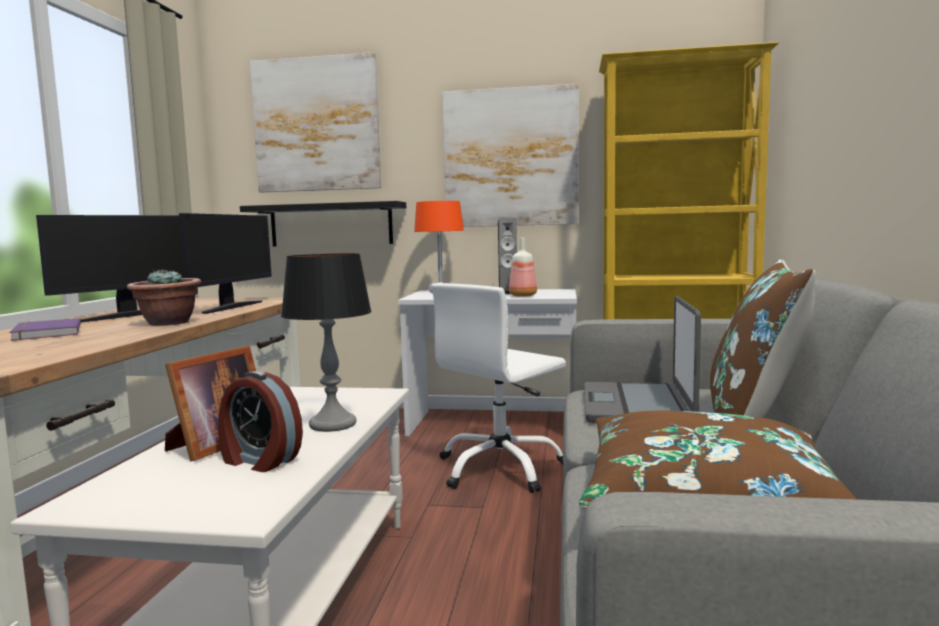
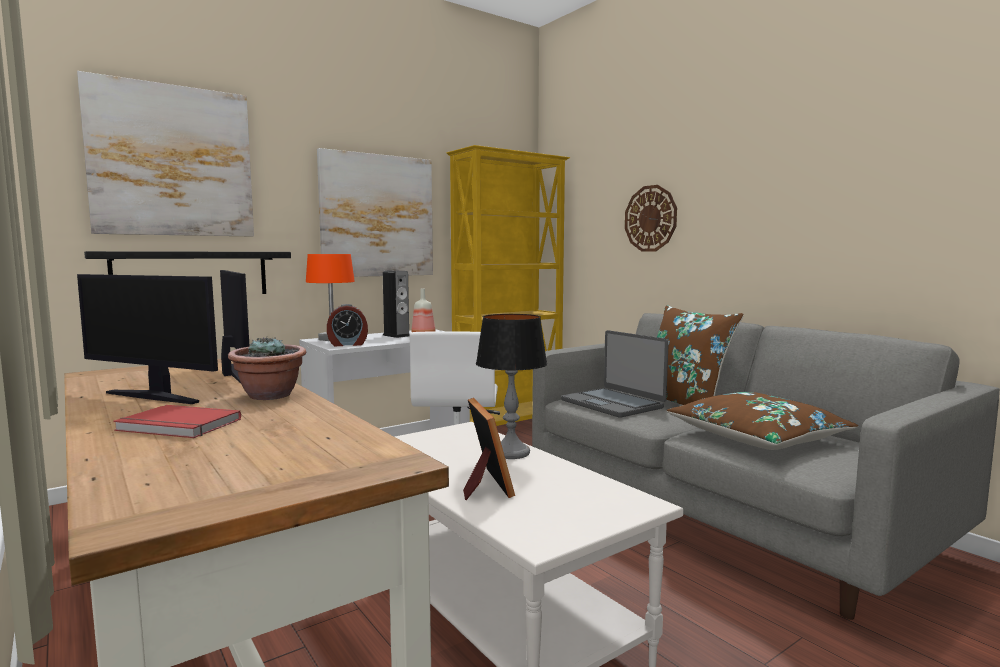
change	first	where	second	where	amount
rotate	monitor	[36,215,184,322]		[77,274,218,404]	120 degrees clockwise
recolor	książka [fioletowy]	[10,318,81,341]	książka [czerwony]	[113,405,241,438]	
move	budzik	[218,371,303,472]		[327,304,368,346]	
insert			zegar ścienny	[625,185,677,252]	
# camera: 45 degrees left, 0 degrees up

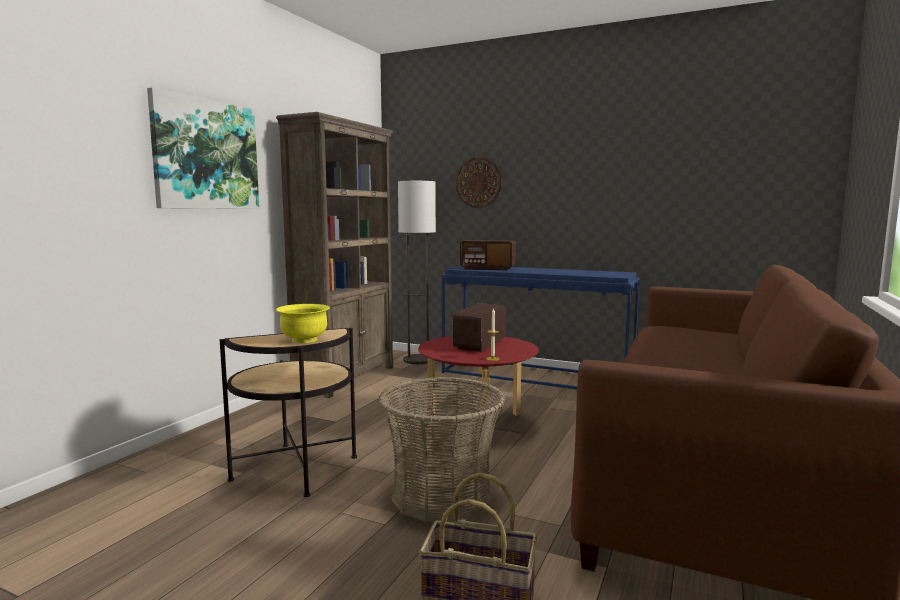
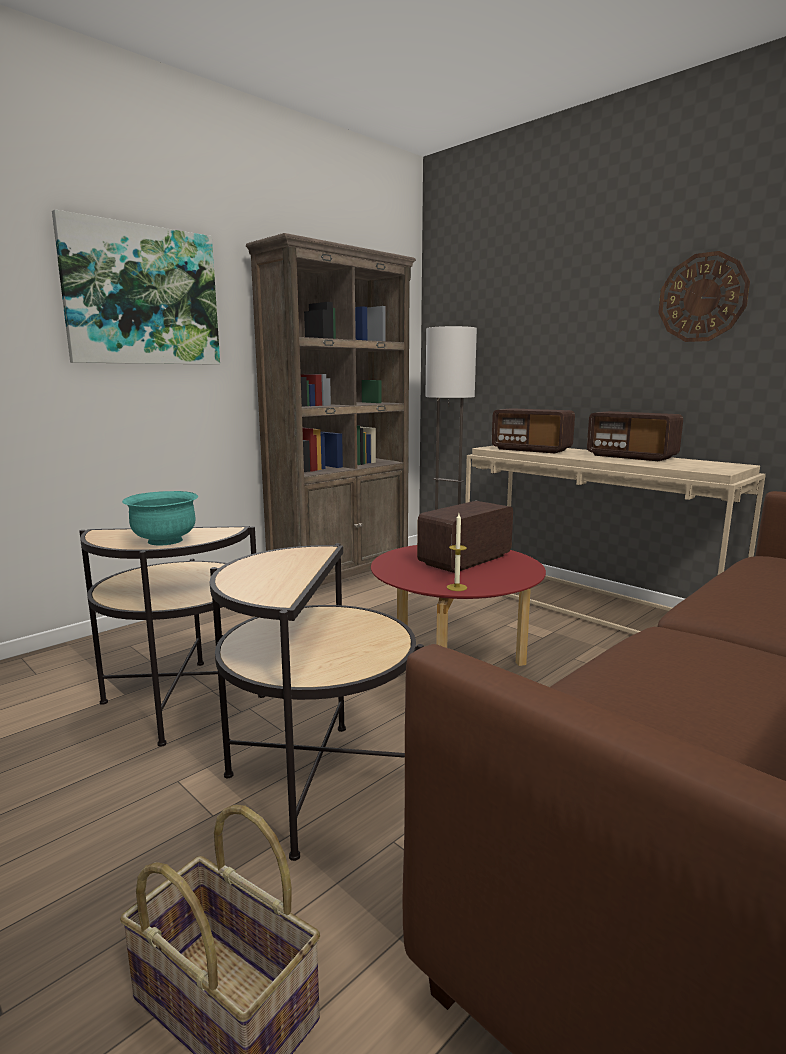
change	first	where	second	where	amount
recolor	miska [żółty]	[276,304,330,343]	miska [turkusowy]	[122,491,198,546]	
replace	koszyk	[379,377,506,522]	stolik	[210,543,424,861]	
recolor	stolik konsolowy [niebieski]	[442,266,639,389]	stolik konsolowy [beżowy]	[465,446,766,634]	
insert			radio	[587,411,683,461]	
move	zegar ścienny	[456,157,502,208]		[658,251,750,342]	
# camera: 20 degrees right, 5 degrees up

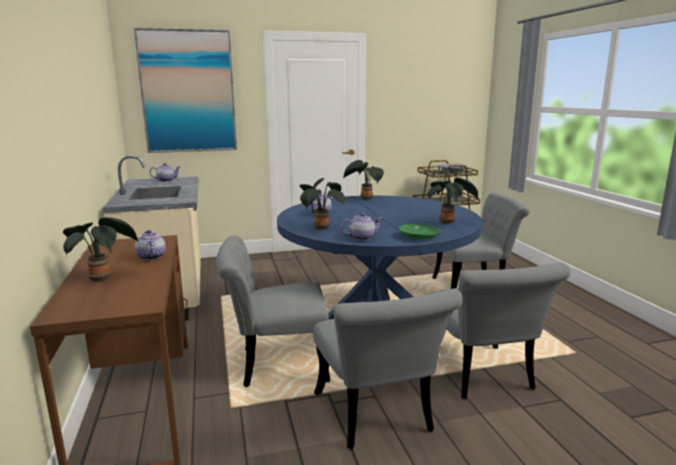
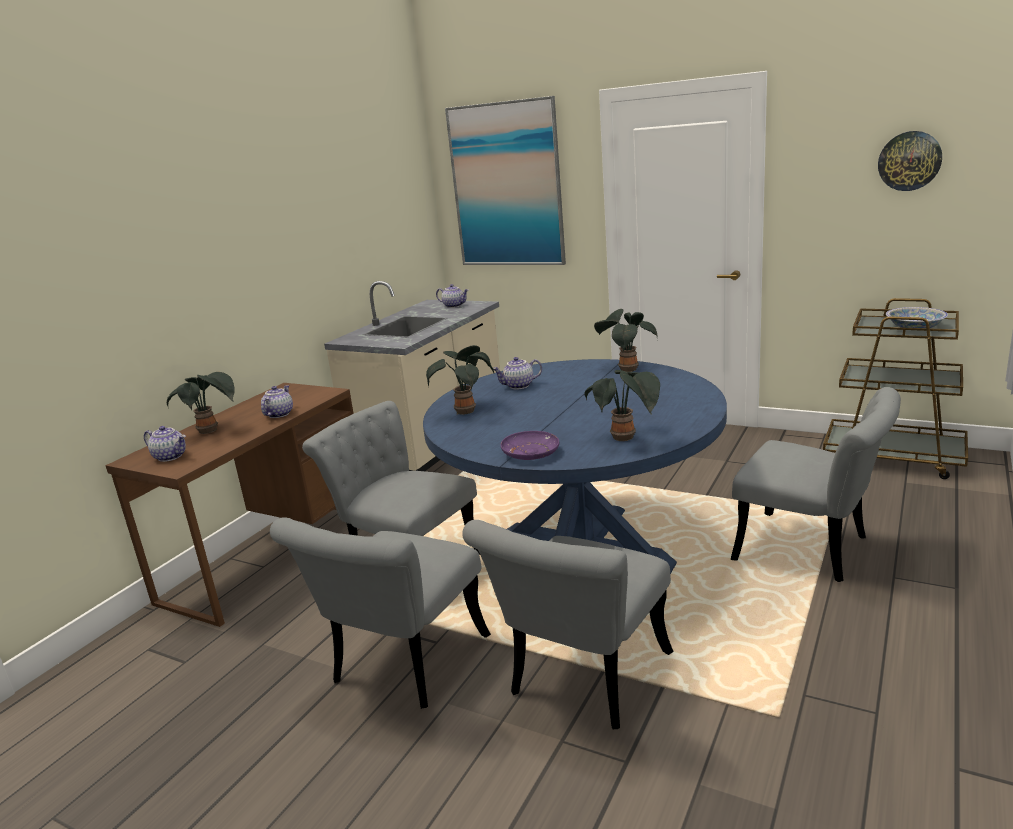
change	first	where	second	where	amount
move	imbryk	[341,213,382,241]		[144,426,186,462]	
recolor	talerz [zielony]	[399,224,440,239]	talerz [fioletowy]	[500,431,560,460]	
insert			zegar ścienny	[878,131,942,191]	
# camera: 45 degrees right, 5 degrees up

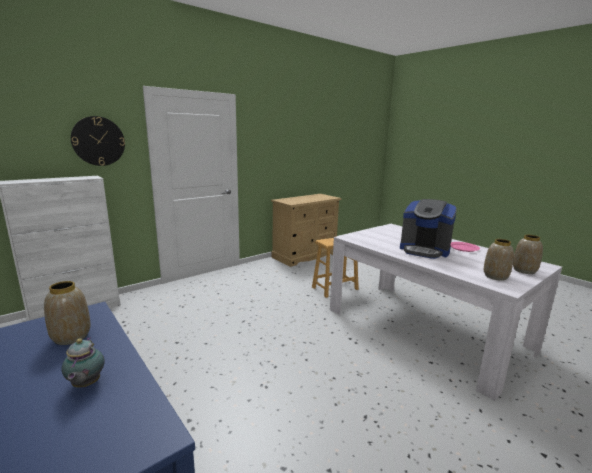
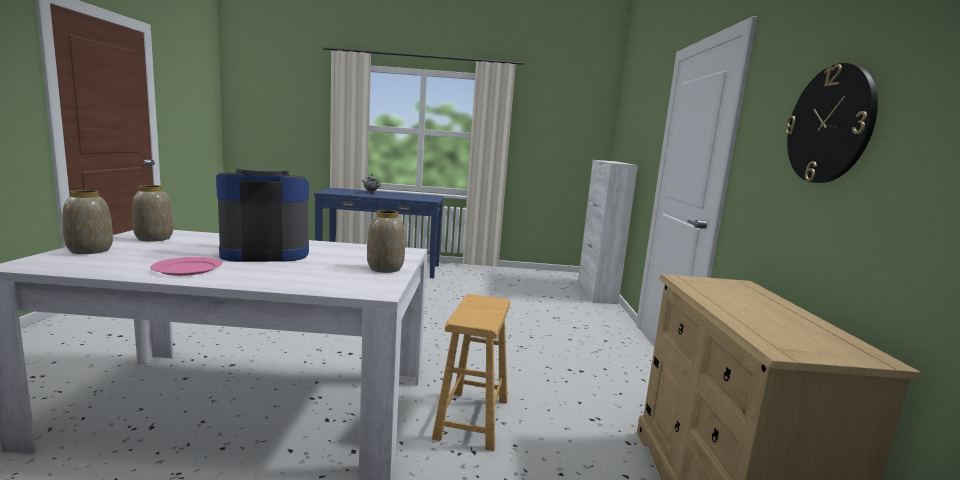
change	first	where	second	where	amount
move	wazon	[44,281,91,345]		[367,210,405,273]	
move	zegar ścienny	[71,116,125,166]		[785,63,878,183]	
# camera: 130 degrees right, 5 degrees down

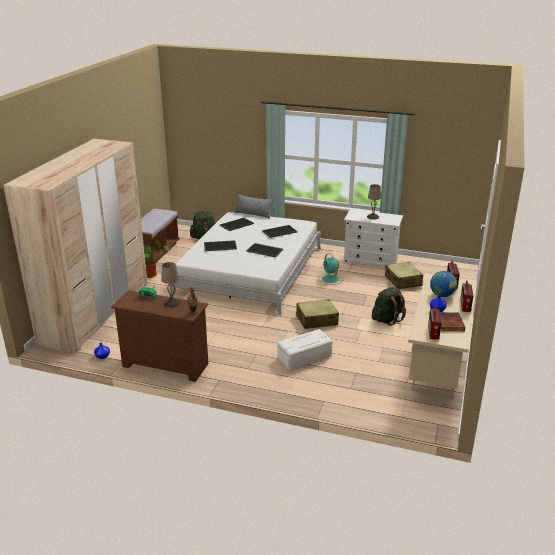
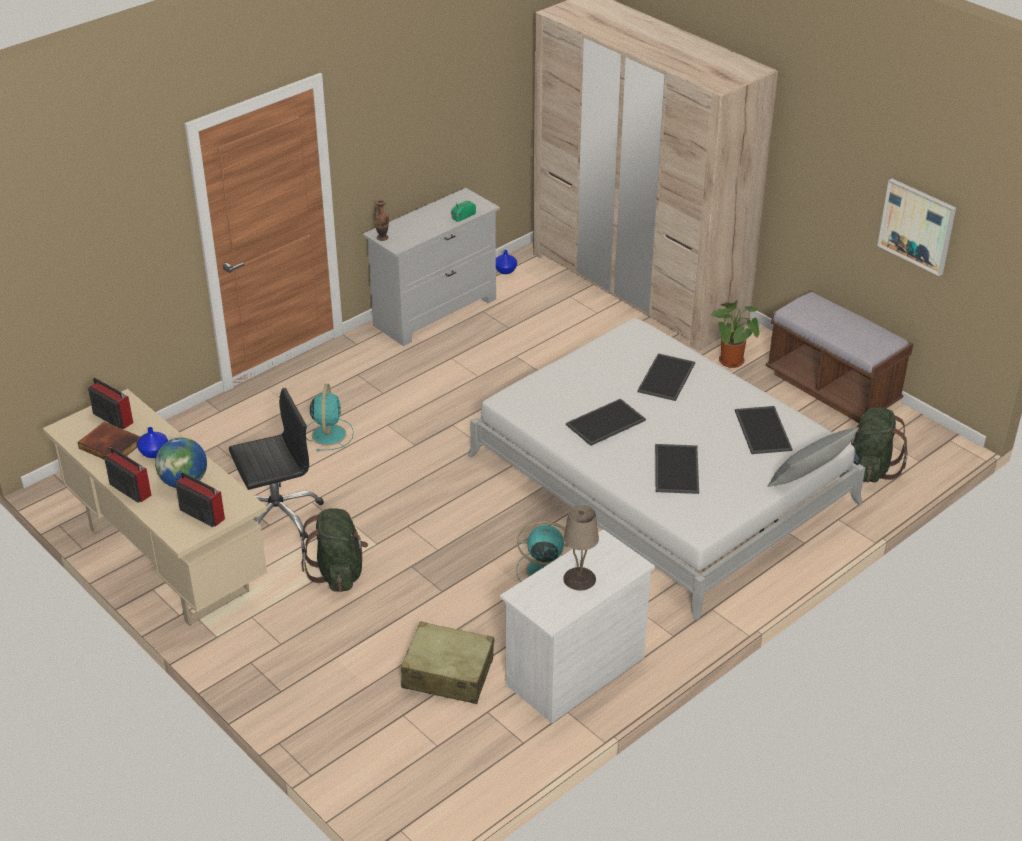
change	first	where	second	where	amount
insert			krzesło biurowe [czarny]	[229,388,324,539]	
replace	pojemnik do przechowywania [biały]	[277,329,333,370]	wentylator [turkusowy]	[306,384,354,451]	
recolor	komoda [brązowy]	[111,290,208,382]	komoda [biały]	[363,188,500,346]	
insert			obraz	[877,179,956,276]	
delete	lampa stołowa [beżowy]	[161,262,180,308]			
delete	walizka [beżowy]	[296,299,339,329]			
# camera: 120 degrees right, 10 degrees up

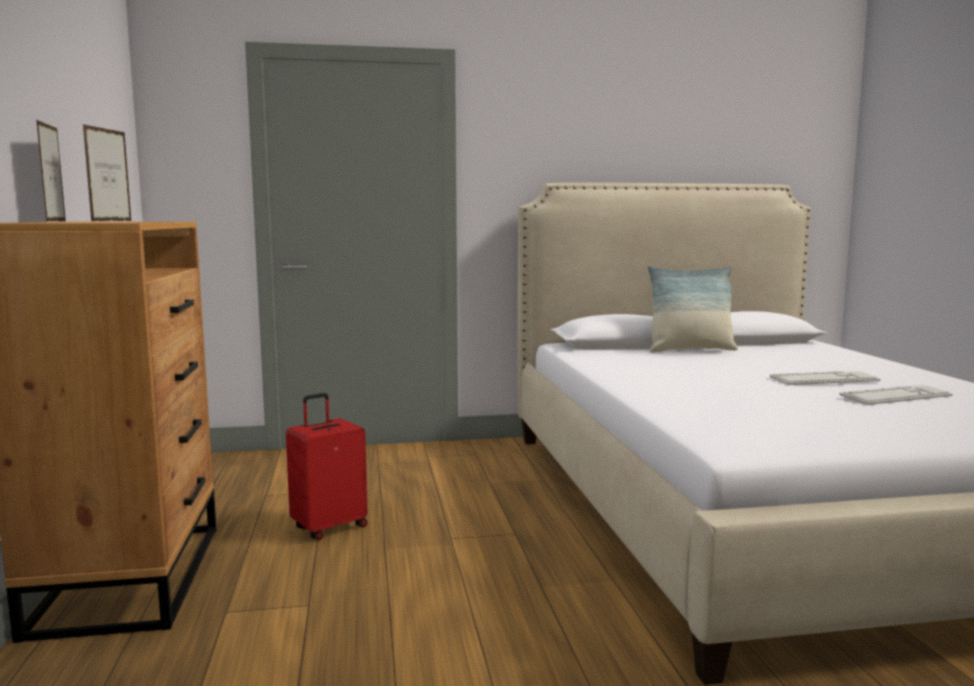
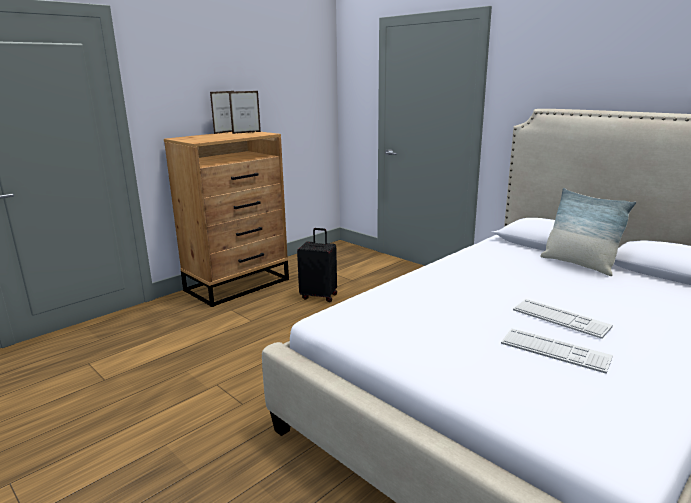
change	first	where	second	where	amount
recolor	walizka [czerwony]	[286,393,368,540]	walizka [czarny]	[297,228,337,302]	
# camera: 55 degrees right, 10 degrees up

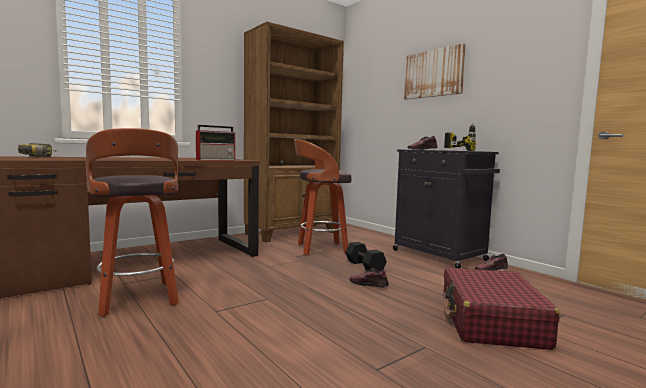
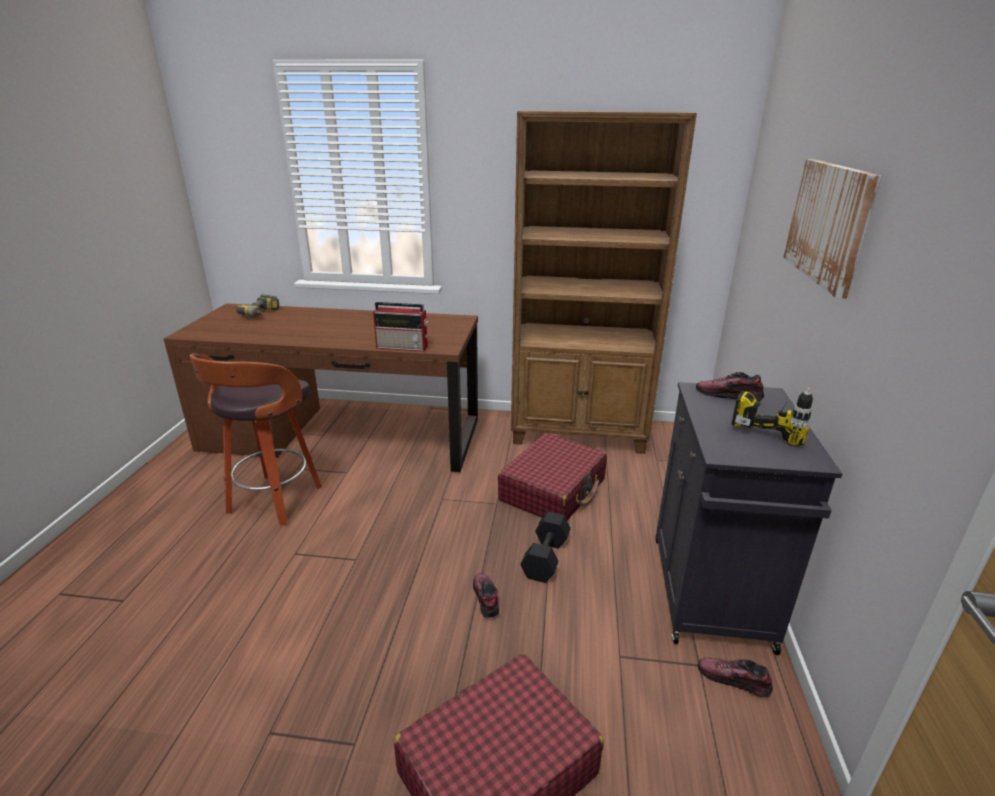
change	first	where	second	where	amount
replace	stołek	[294,139,351,256]	walizka [czerwony]	[498,433,607,521]	
# camera: 45 degrees right, 20 degrees up

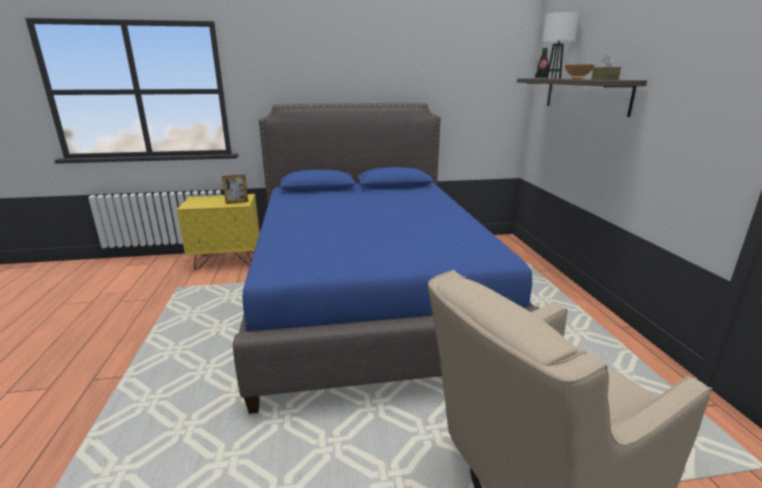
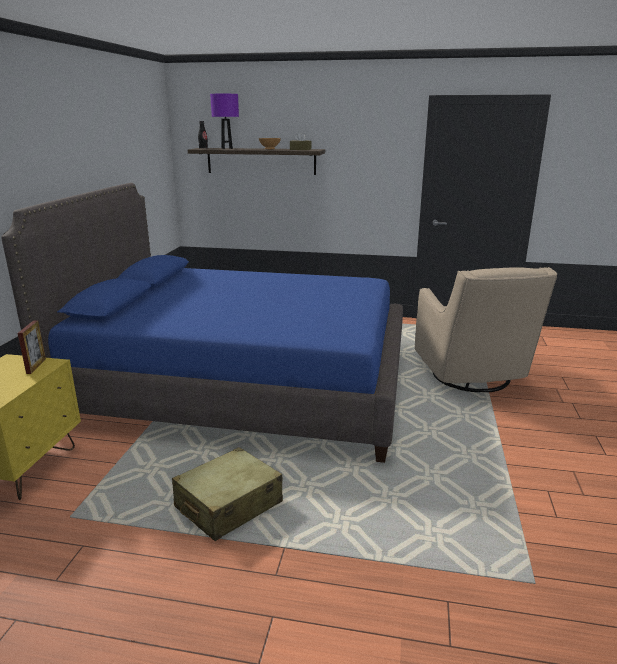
change	first	where	second	where	amount
insert			walizka [beżowy]	[172,447,283,541]	
recolor	lampa stołowa [biały]	[542,12,580,79]	lampa stołowa [fioletowy]	[210,94,239,149]	
# camera: 70 degrees left, 0 degrees up

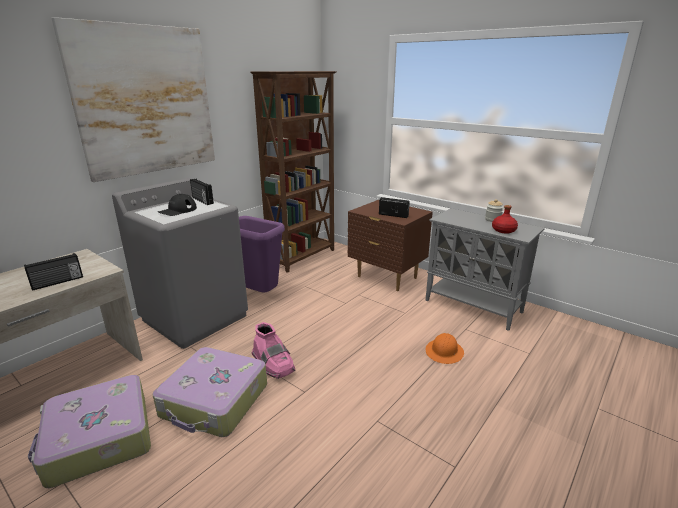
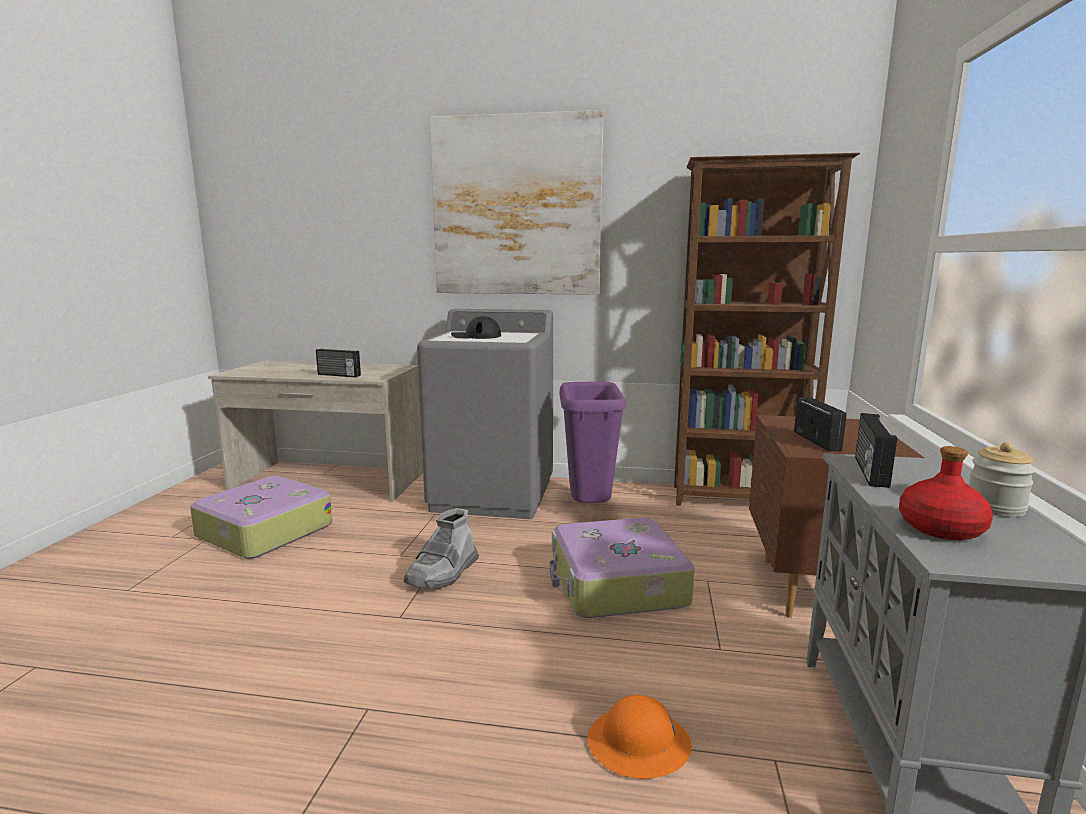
change	first	where	second	where	amount
recolor	but z cholewką [różowy]	[252,322,296,379]	but z cholewką [szary]	[404,508,479,589]	
move	walizka	[153,347,267,437]		[550,518,694,618]	
move	radio	[190,179,214,205]		[855,413,897,488]	
# camera: 60 degrees right, 10 degrees down

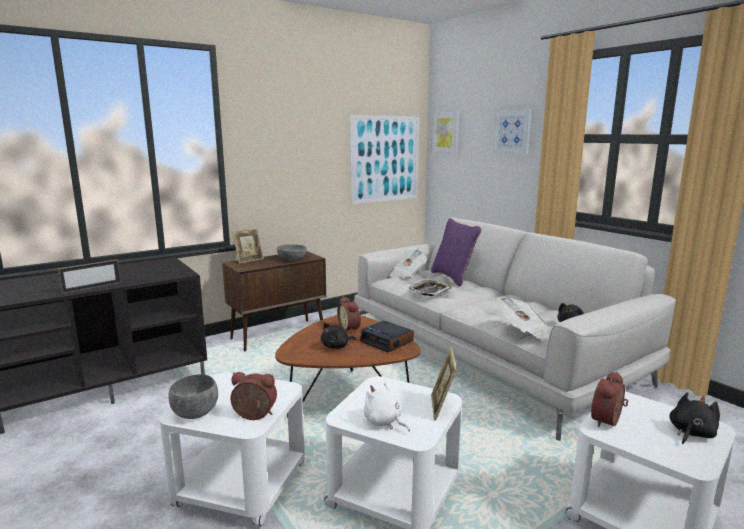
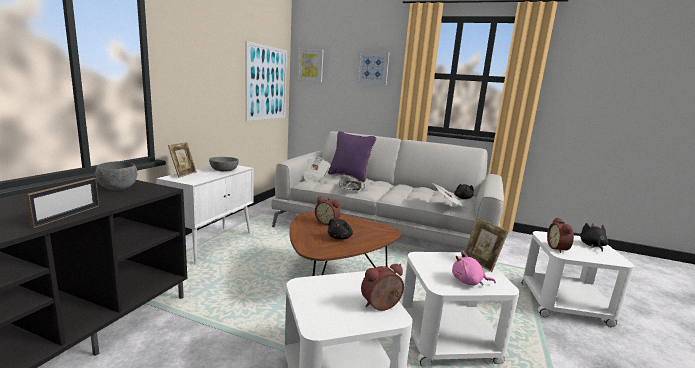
change	first	where	second	where	amount
move	miska [szary]	[168,374,218,419]		[95,161,137,190]	
recolor	szafka [brązowy]	[222,251,326,351]	szafka [biały]	[157,165,254,265]	
recolor	pluszak [biały]	[364,382,410,432]	pluszak [różowy]	[452,251,496,286]	
delete	budzik	[360,321,414,352]			
# camera: 35 degrees left, 0 degrees up

